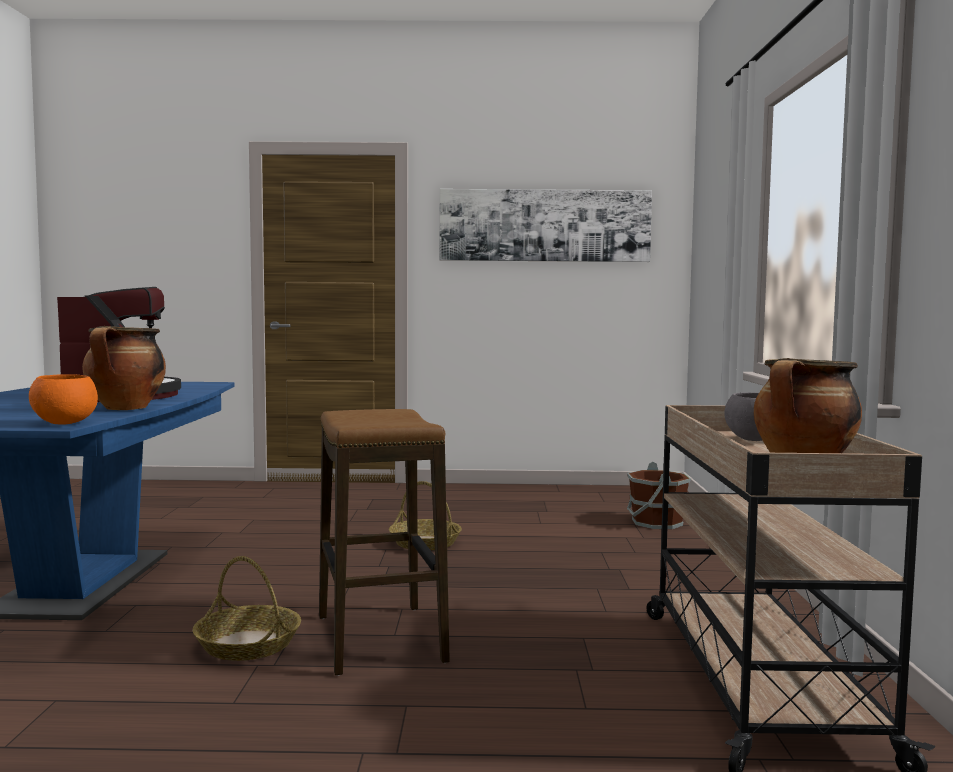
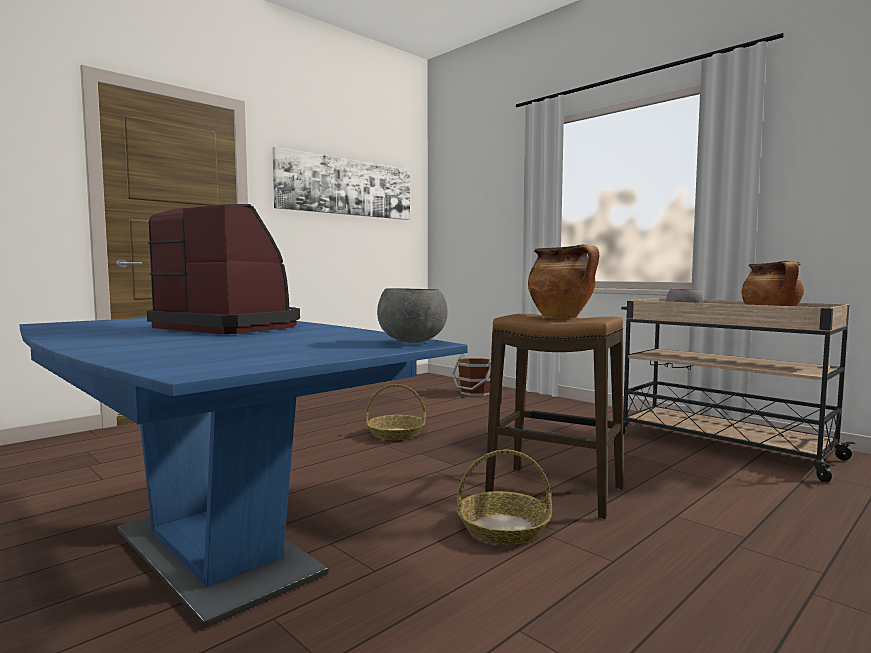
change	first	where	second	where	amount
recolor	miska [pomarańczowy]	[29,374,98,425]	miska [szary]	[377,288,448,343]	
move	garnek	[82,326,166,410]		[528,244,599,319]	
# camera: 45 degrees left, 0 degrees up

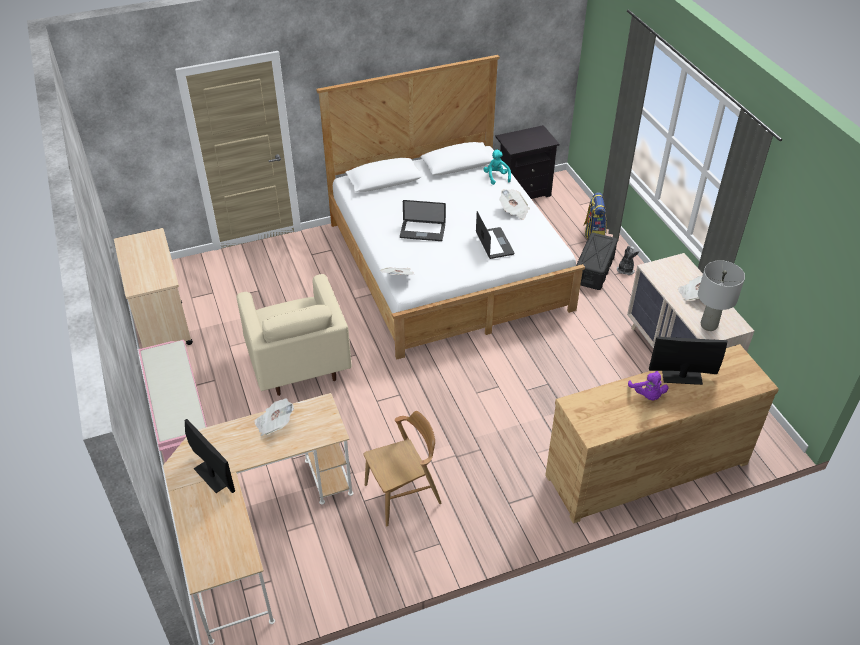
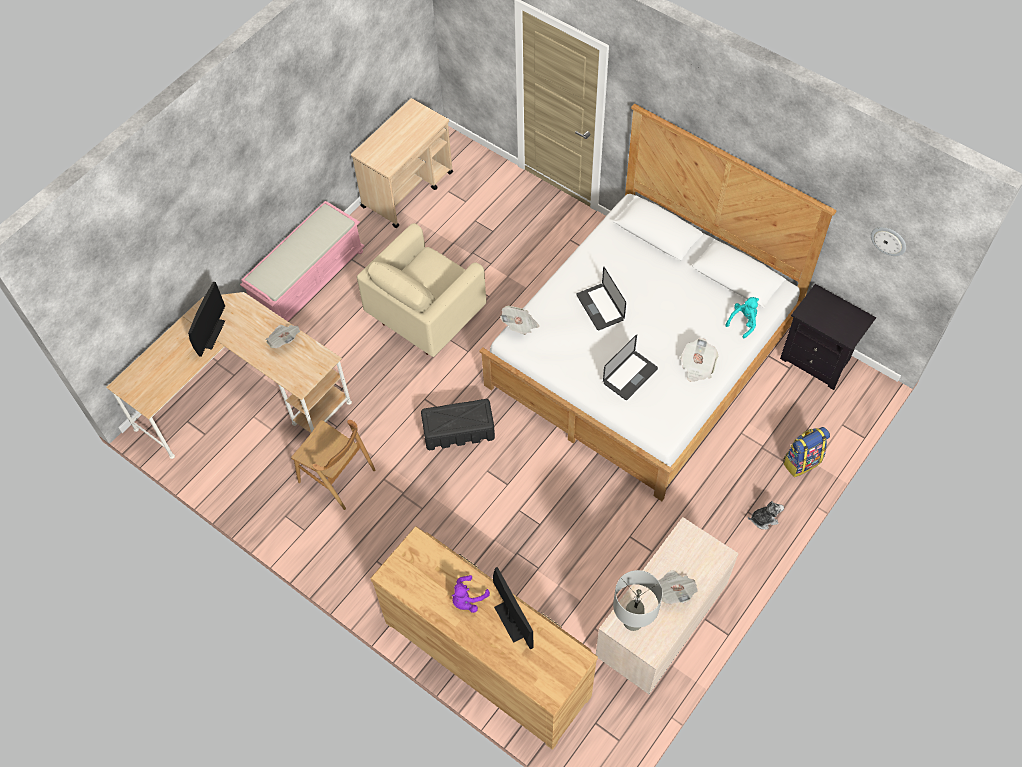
change	first	where	second	where	amount
move	pojemnik do przechowywania [czarny]	[576,233,618,290]		[421,399,495,450]	
insert			zegar ścienny	[871,227,906,256]	
# camera: 60 degrees right, 15 degrees up

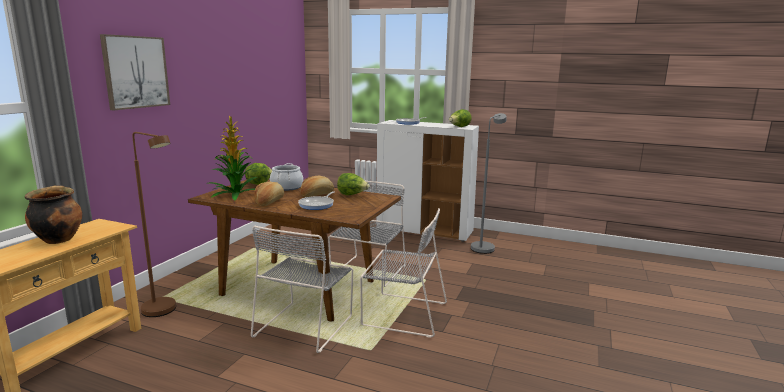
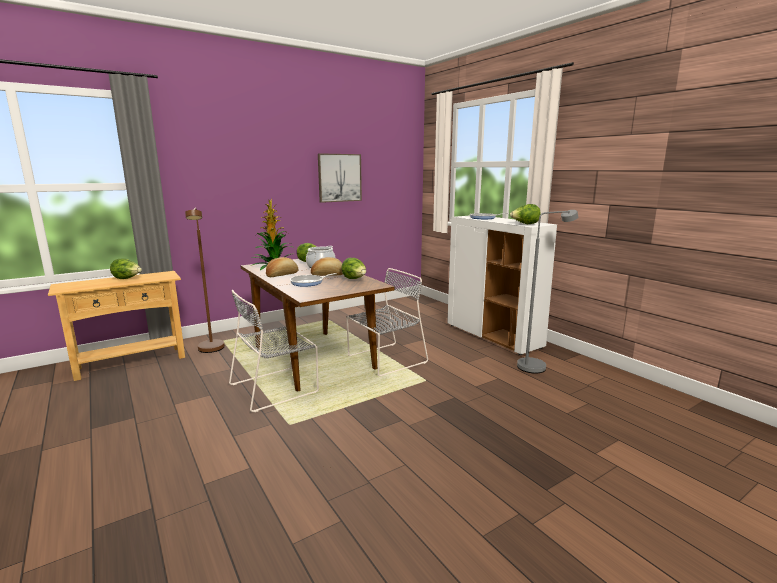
change	first	where	second	where	amount
replace	garnek	[25,185,82,244]	sałata	[110,258,142,279]	
move	obraz	[100,34,170,110]		[318,153,362,203]	
delete	krzesło [szary]	[360,208,447,338]			
# camera: 35 degrees right, 0 degrees up

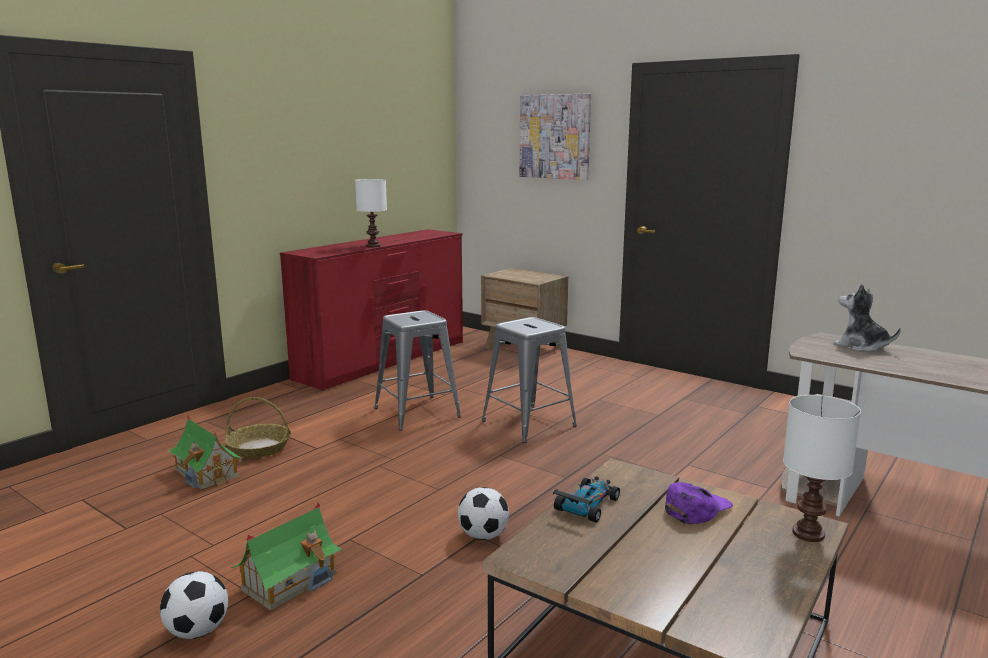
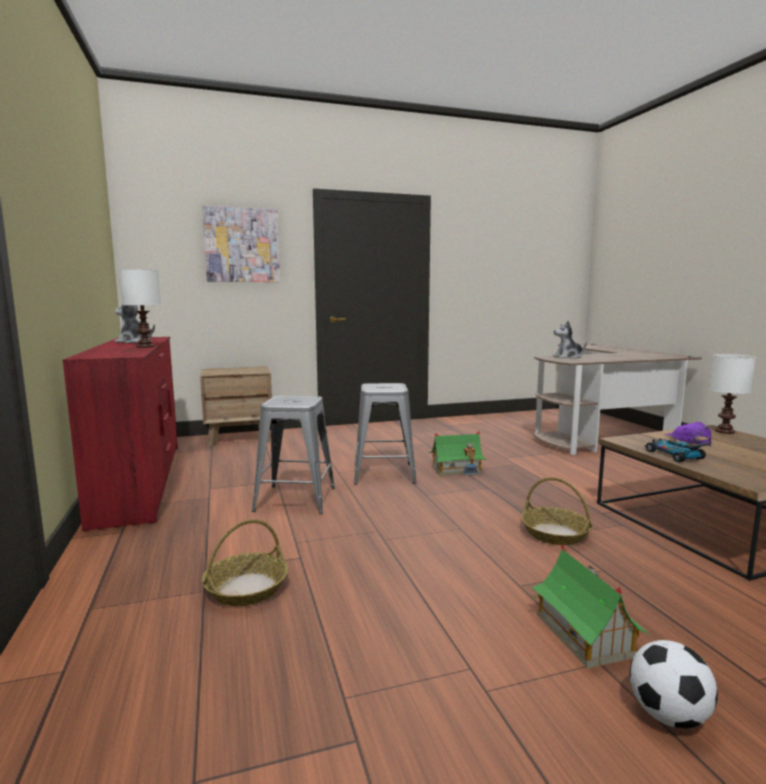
change	first	where	second	where	amount
insert			pluszak	[115,305,155,343]	
move	domek	[169,416,243,489]		[428,431,486,476]	
replace	piłka futbolowa	[458,487,509,540]	koszyk	[521,477,592,545]	
# camera: 55 degrees left, 5 degrees down

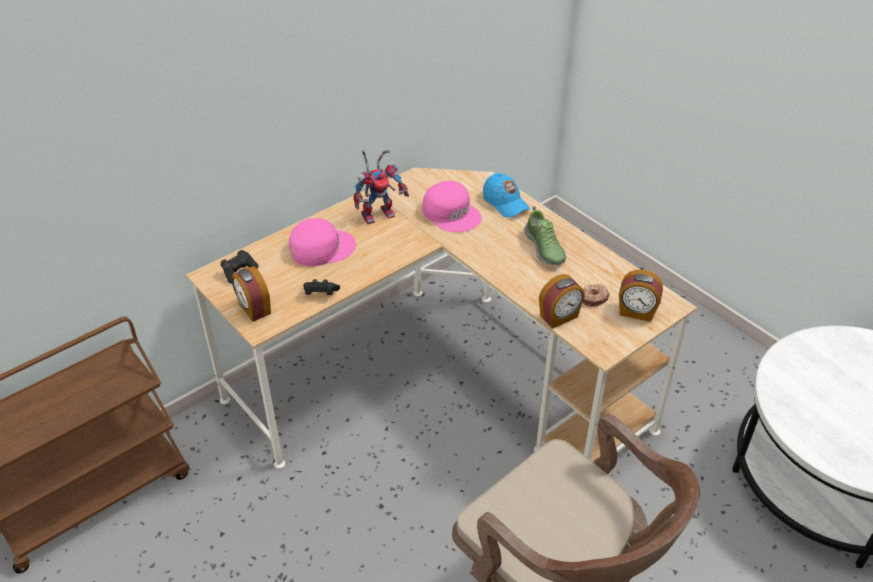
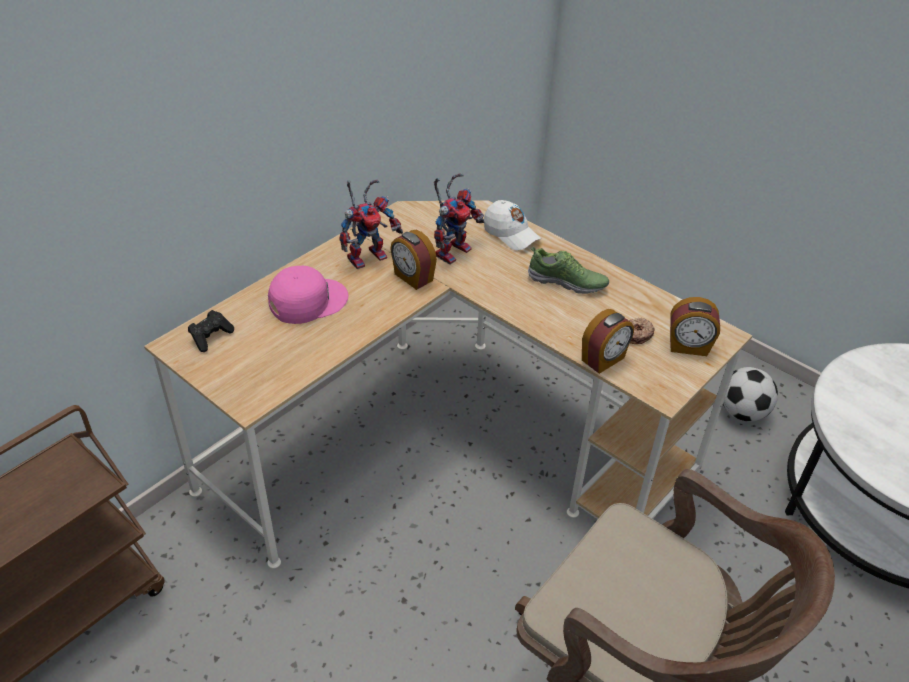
change	first	where	second	where	amount
move	budzik	[232,266,271,322]		[390,230,437,290]	
replace	czapka z daszkiem [różowy]	[422,181,482,232]	robot zabawkowy	[434,173,484,265]	
recolor	czapka z daszkiem [niebieski]	[483,173,531,218]	czapka z daszkiem [biały]	[484,200,542,250]	
rotate	but	[524,206,566,265]		[528,247,609,294]	45 degrees counterclockwise
insert			piłka futbolowa	[723,367,778,422]	
delete	pad do gier [czarny]	[303,279,340,295]			
# camera: 10 degrees left, 0 degrees up

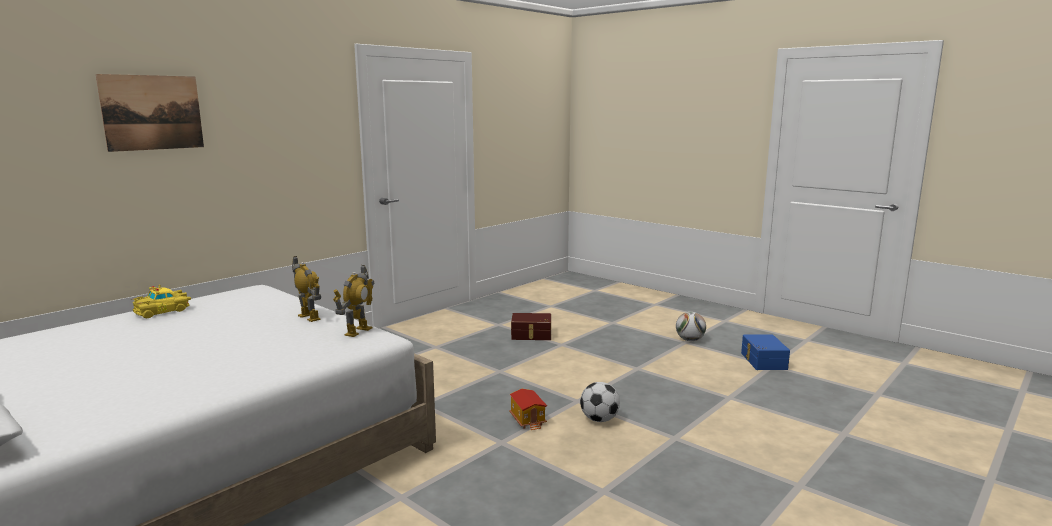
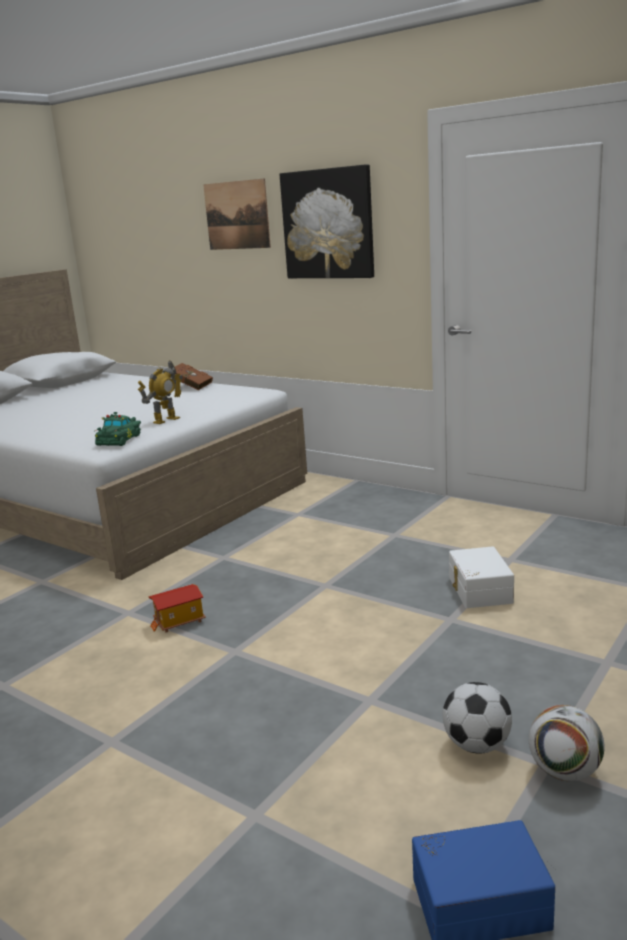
change	first	where	second	where	amount
replace	robot zabawkowy	[333,265,375,337]	samochodzik [zielony]	[94,412,141,446]	
replace	samochodzik [żółty]	[131,285,191,318]	książka [brązowy]	[174,363,213,390]	
insert			obraz	[280,165,374,278]	
move	piłka futbolowa	[580,382,620,422]		[443,682,512,753]	
recolor	pojemnik do przechowywania [brązowy]	[511,313,551,340]	pojemnik do przechowywania [biały]	[449,546,514,608]	
# camera: 85 degrees right, 5 degrees up

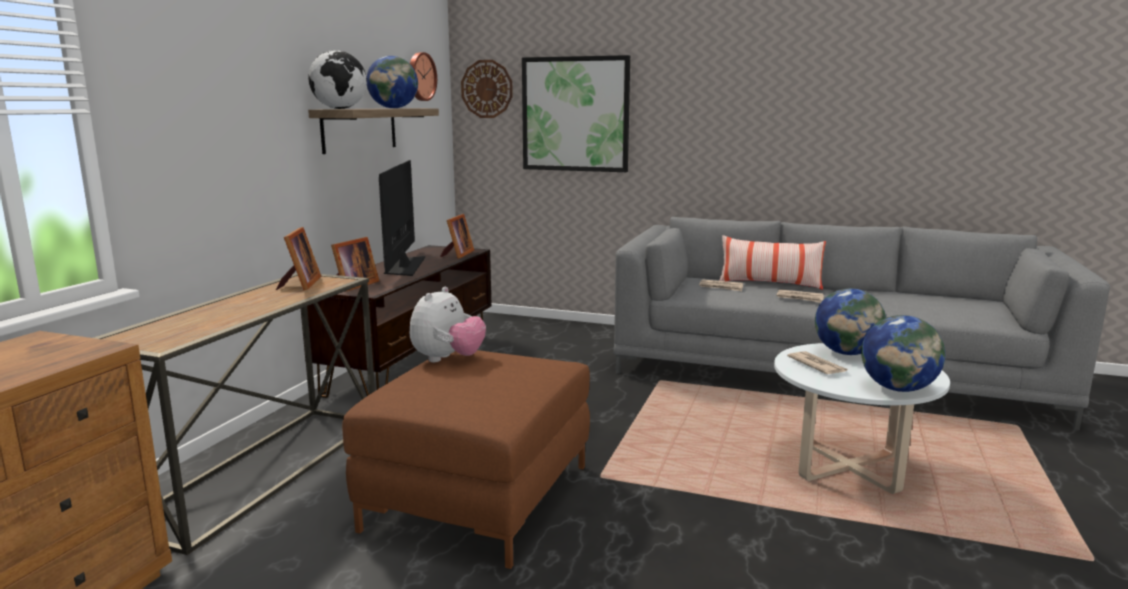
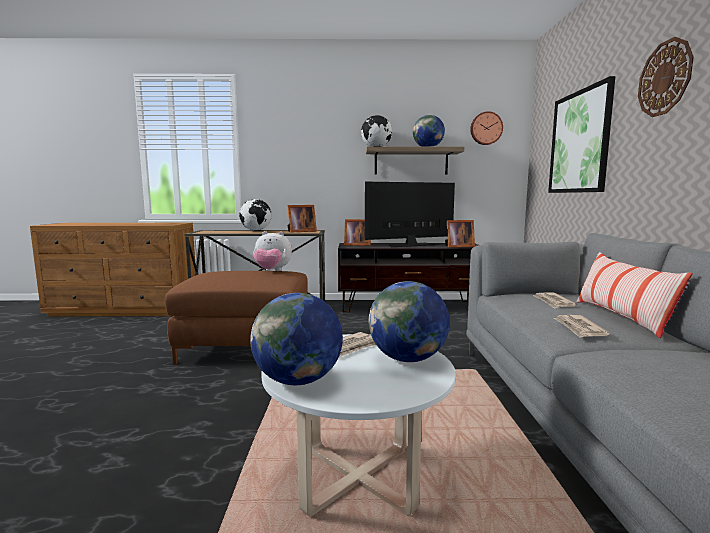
change	first	where	second	where	amount
insert			globus	[239,199,272,231]	
move	zegar ścienny	[461,60,513,118]		[638,37,694,117]	
# camera: 70 degrees right, 5 degrees down

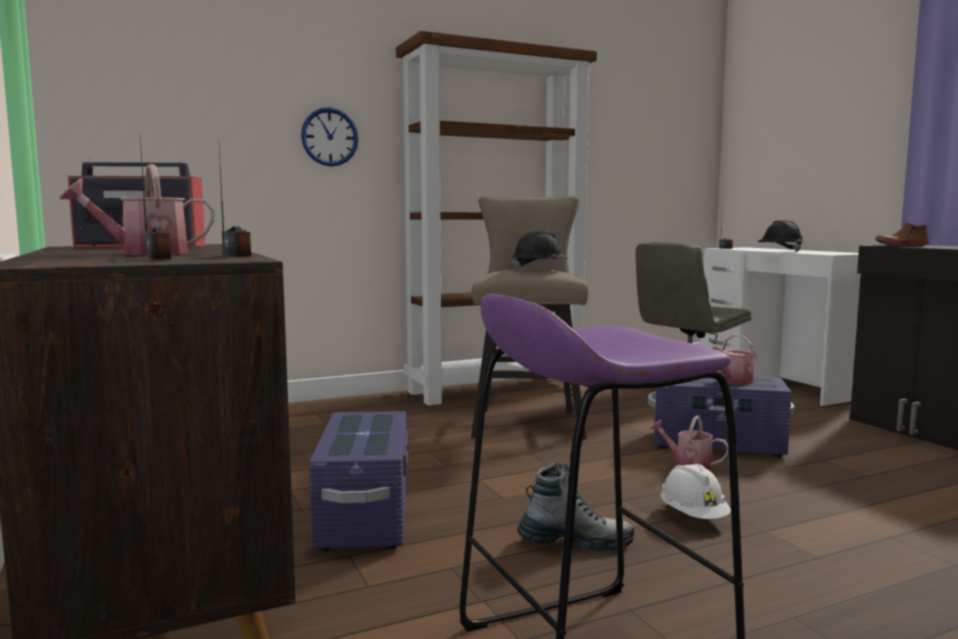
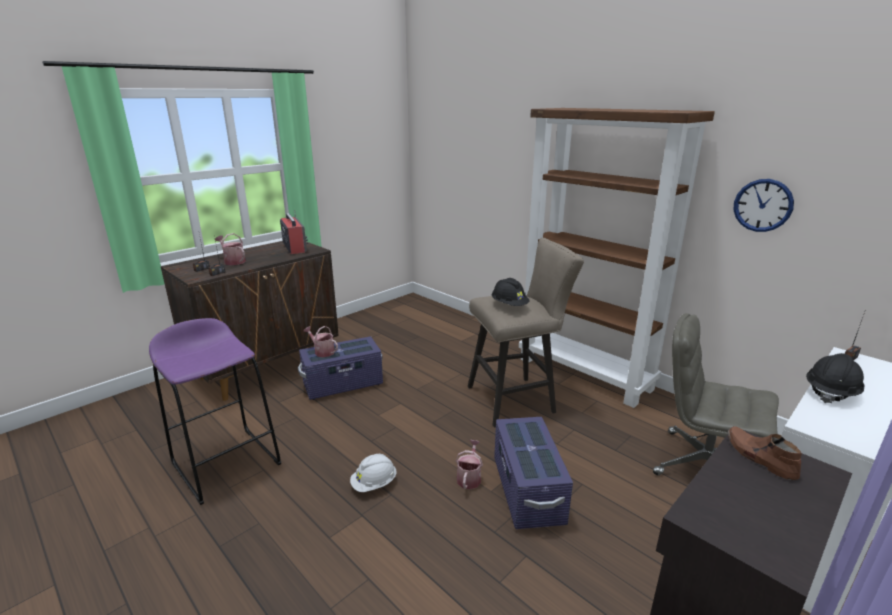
change	first	where	second	where	amount
move	konewka	[711,334,757,385]		[303,326,338,357]	
move	zegar ścienny	[301,107,359,167]		[734,179,794,232]	
delete	but z cholewką	[517,462,634,552]			
# camera: 70 degrees right, 15 degrees up

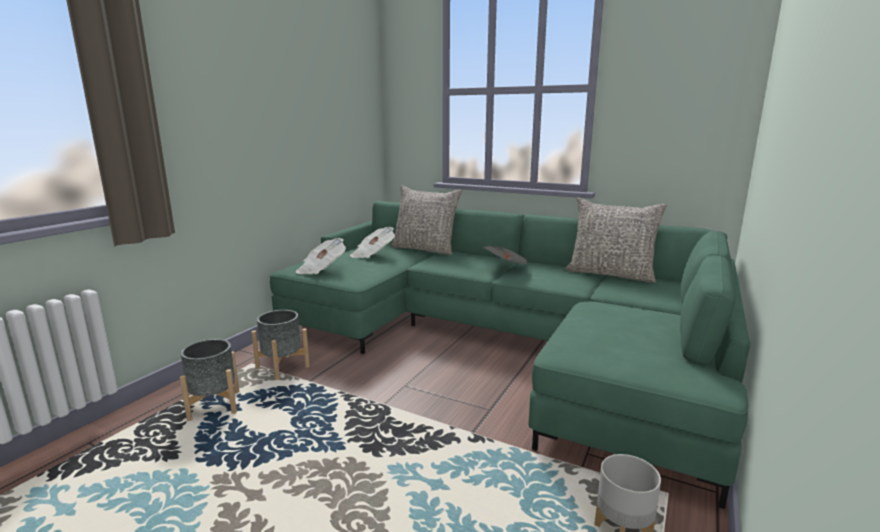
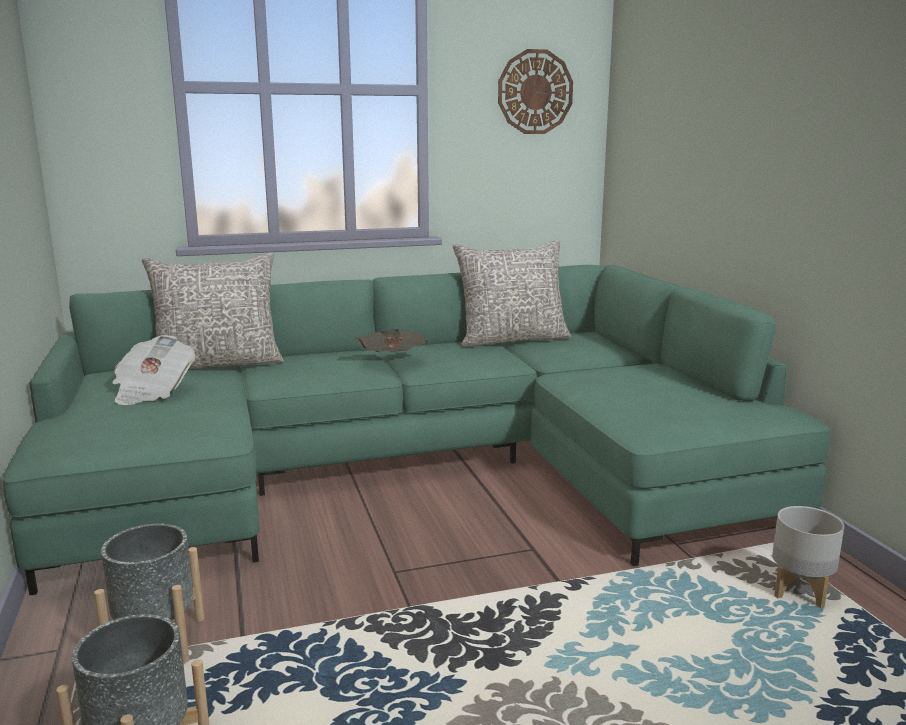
change	first	where	second	where	amount
insert			zegar ścienny	[498,49,573,134]	
delete	gazeta	[296,238,346,274]			
# camera: 45 degrees left, 0 degrees up

